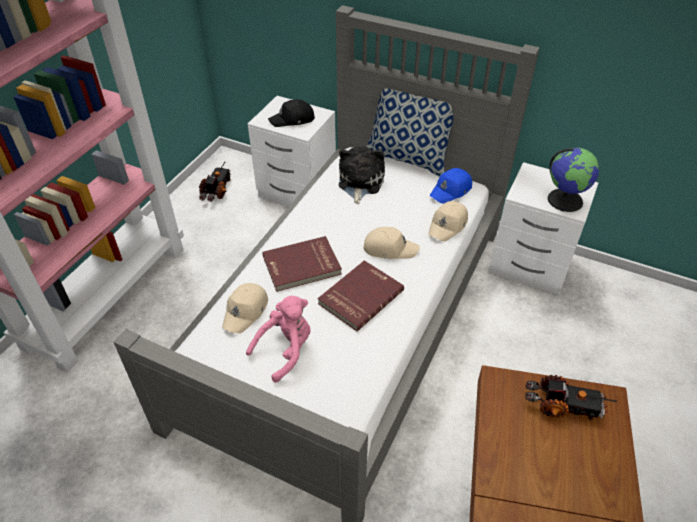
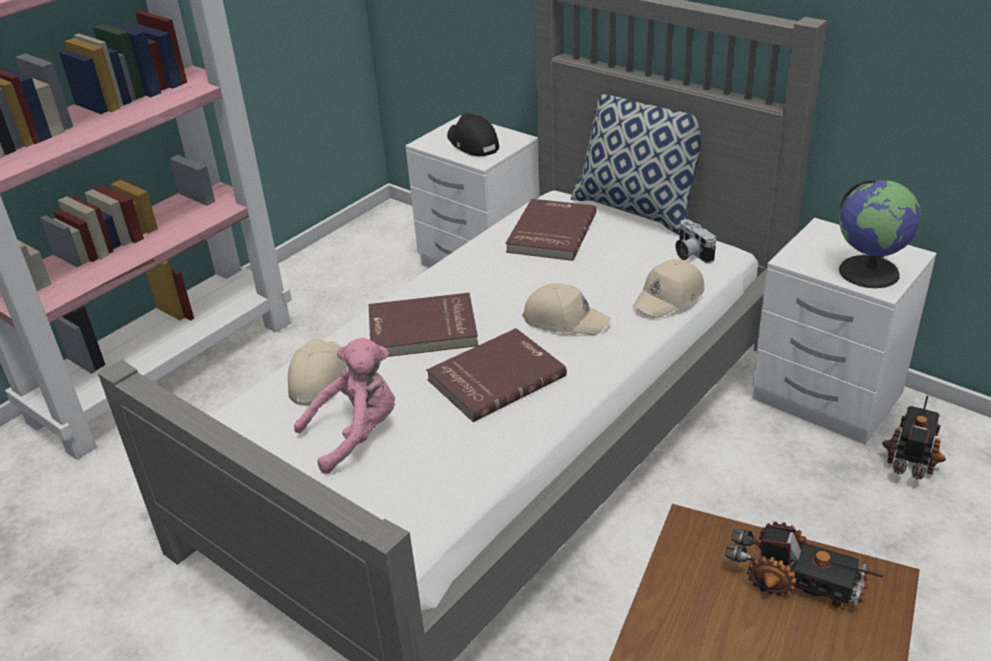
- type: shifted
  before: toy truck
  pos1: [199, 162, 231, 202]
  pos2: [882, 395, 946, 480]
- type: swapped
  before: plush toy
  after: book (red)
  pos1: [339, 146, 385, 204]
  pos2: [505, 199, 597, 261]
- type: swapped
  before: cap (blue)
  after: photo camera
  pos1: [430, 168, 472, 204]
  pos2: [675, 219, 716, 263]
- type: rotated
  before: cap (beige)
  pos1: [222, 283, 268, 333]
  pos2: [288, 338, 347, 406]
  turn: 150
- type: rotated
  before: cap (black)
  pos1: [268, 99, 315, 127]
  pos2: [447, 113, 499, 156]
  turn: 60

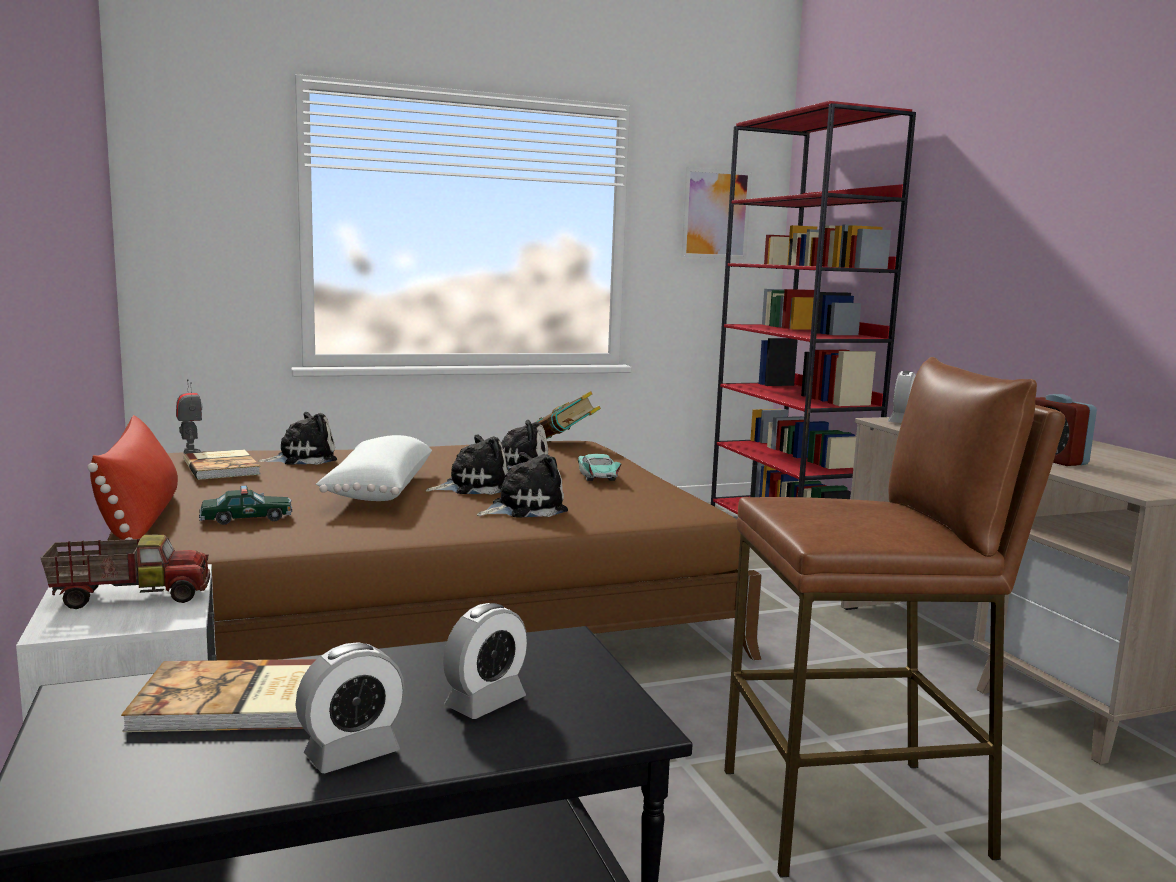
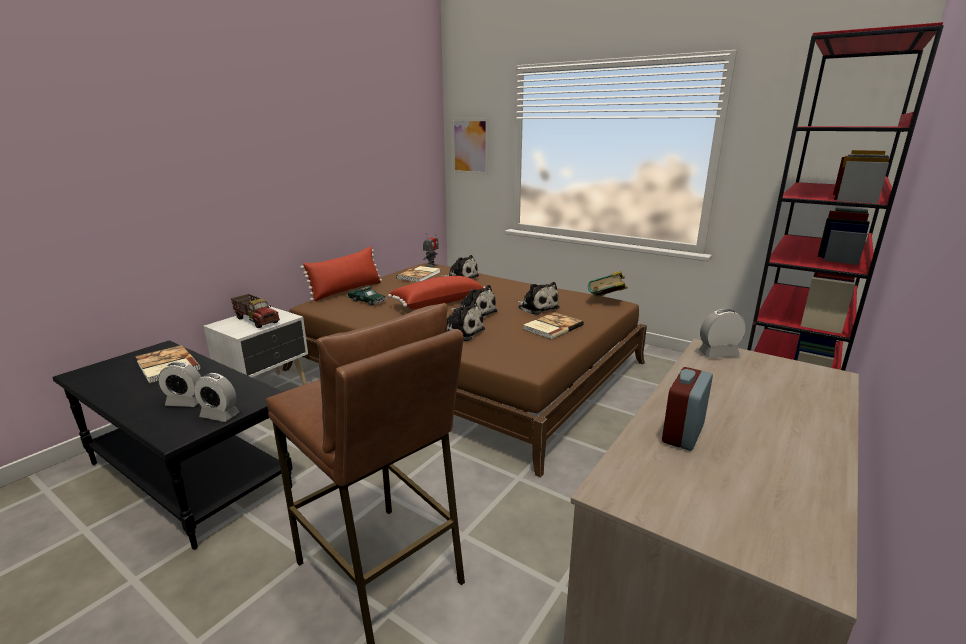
- type: shifted
  before: alarm clock
  pos1: [296, 642, 405, 773]
  pos2: [194, 373, 240, 422]
- type: shifted
  before: picture
  pos1: [681, 167, 752, 259]
  pos2: [452, 119, 489, 175]
- type: swapped
  before: toy car (turquoise)
  after: book
  pos1: [578, 454, 621, 481]
  pos2: [523, 312, 584, 340]
- type: repainted
  before: pillow (white)
  after: pillow (red)
  pos1: [316, 435, 432, 501]
  pos2: [388, 276, 485, 309]

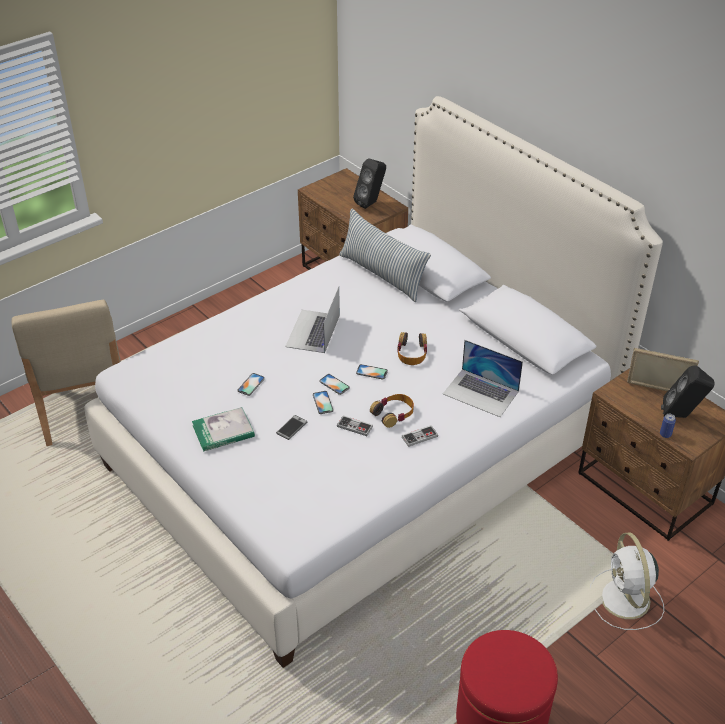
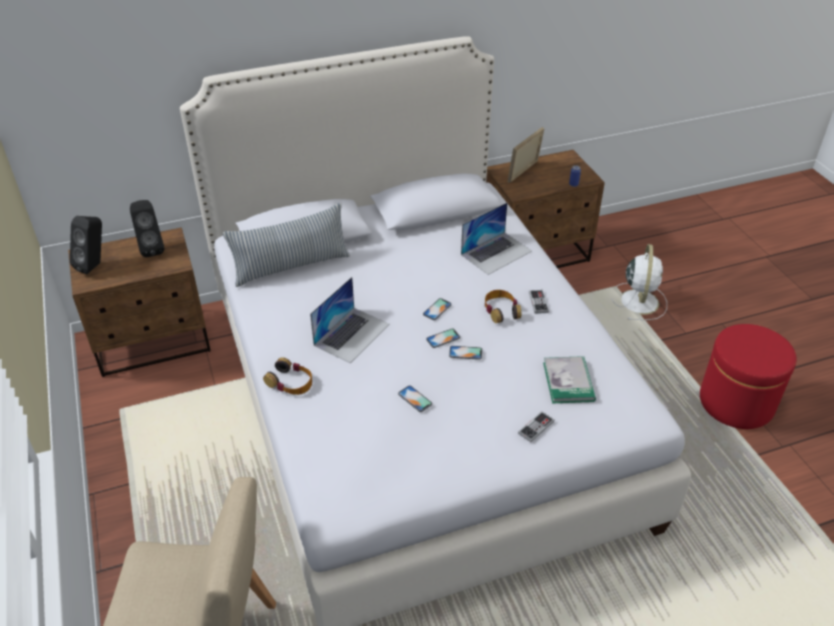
- type: gone
  before: phone
  pos1: [276, 415, 308, 440]
- type: shifted
  before: book
  pos1: [192, 407, 255, 452]
  pos2: [543, 356, 596, 403]
- type: shifted
  before: game controller
  pos1: [337, 415, 373, 436]
  pos2: [518, 411, 554, 442]
- type: shifted
  before: headphones
  pos1: [397, 332, 427, 365]
  pos2: [263, 357, 312, 395]
- type: shifted
  before: speaker (black)
  pos1: [661, 365, 714, 418]
  pos2: [70, 216, 102, 275]
- type: rotated
  before: laptop
  pos1: [285, 287, 340, 353]
  pos2: [310, 277, 390, 363]
  turn: -90
- type: rotated
  before: fan (white)
  pos1: [590, 532, 664, 630]
  pos2: [612, 244, 667, 320]
  turn: -90

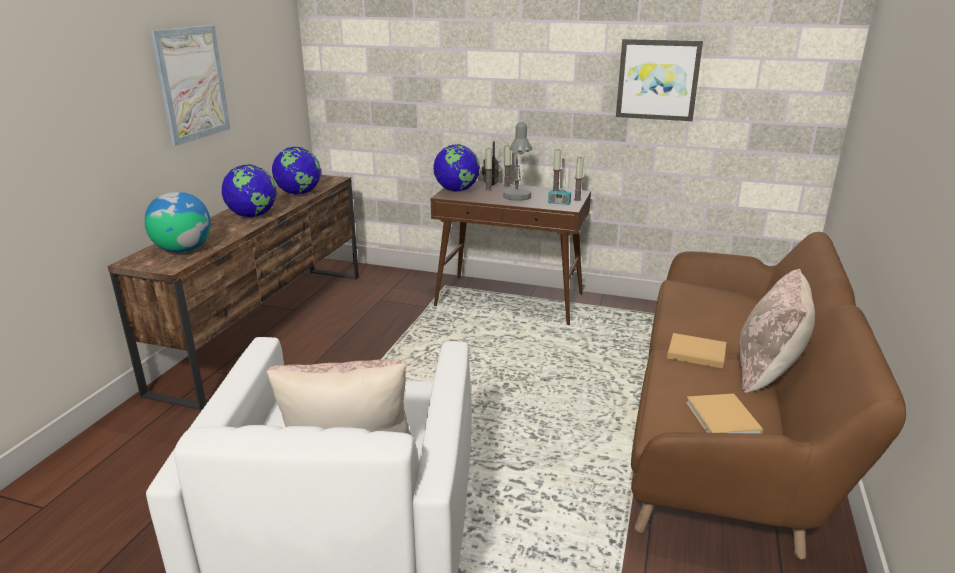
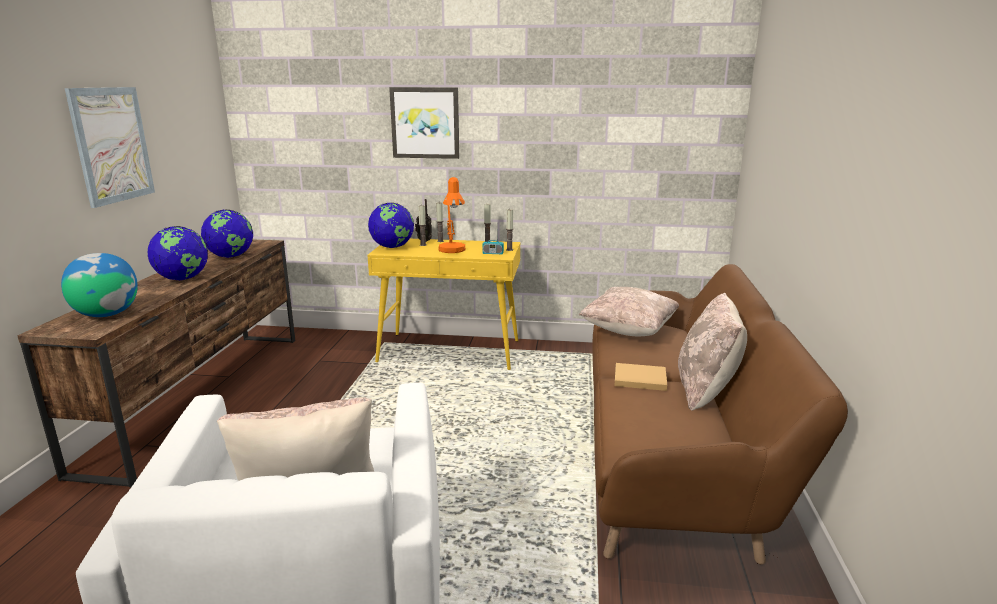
- type: gone
  before: book (beige)
  pos1: [686, 393, 763, 434]
- type: new
  after: pillow (beige)
  pos2: [579, 287, 679, 336]
- type: shifted
  before: picture
  pos1: [616, 39, 703, 121]
  pos2: [389, 87, 459, 159]
- type: repainted
  before: console table (brown)
  after: console table (yellow)
  pos1: [431, 181, 591, 325]
  pos2: [367, 239, 520, 370]
- type: repainted
  before: table lamp (grey)
  after: table lamp (orange)
  pos1: [503, 122, 532, 201]
  pos2: [439, 177, 466, 253]

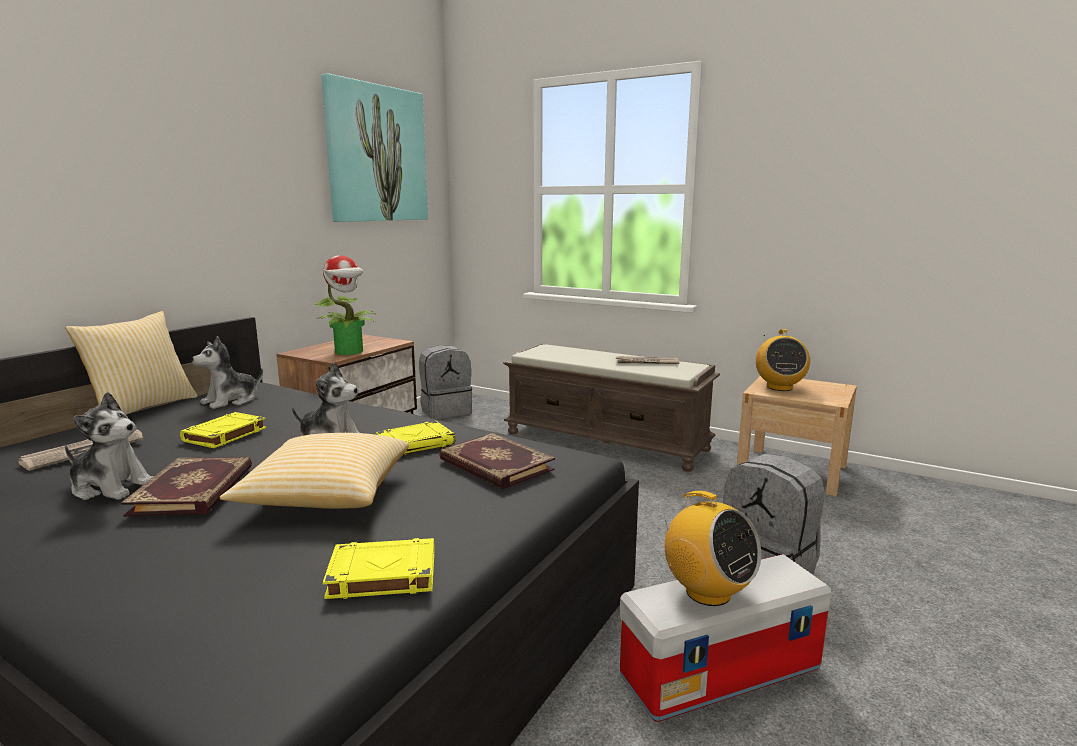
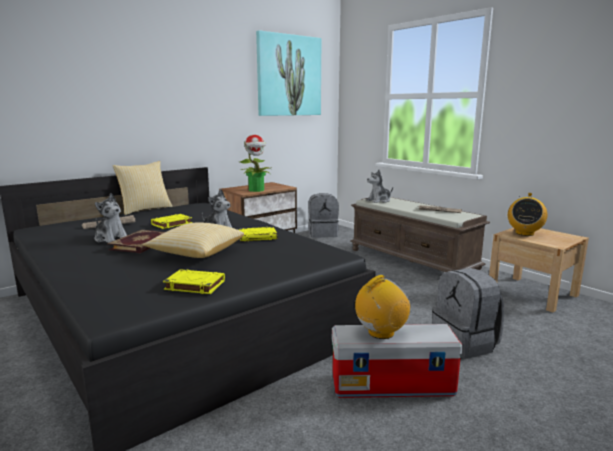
- type: gone
  before: book
  pos1: [439, 433, 555, 489]
- type: shifted
  before: plush toy
  pos1: [192, 336, 263, 409]
  pos2: [366, 170, 393, 203]
- type: rotated
  before: radio
  pos1: [659, 491, 761, 606]
  pos2: [355, 275, 411, 339]
  turn: -105

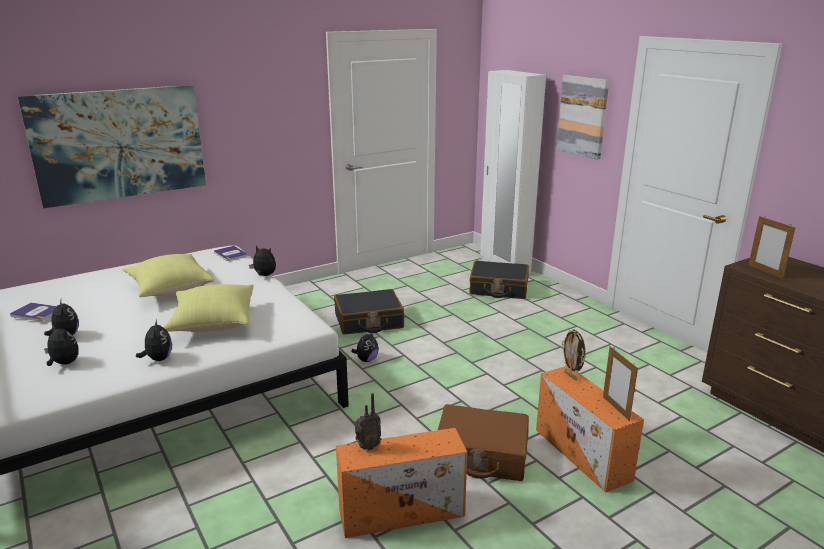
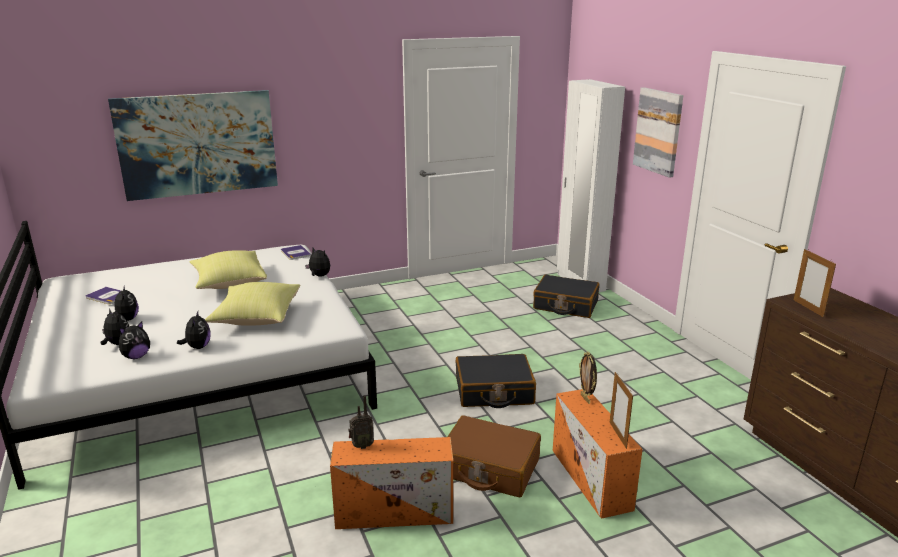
- type: shifted
  before: suitcase (black)
  pos1: [334, 289, 404, 335]
  pos2: [456, 354, 536, 408]
- type: shifted
  before: plush toy
  pos1: [351, 330, 379, 362]
  pos2: [119, 322, 150, 359]

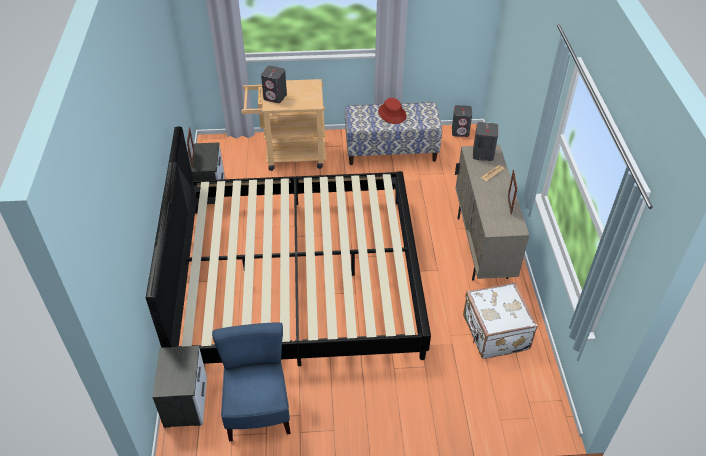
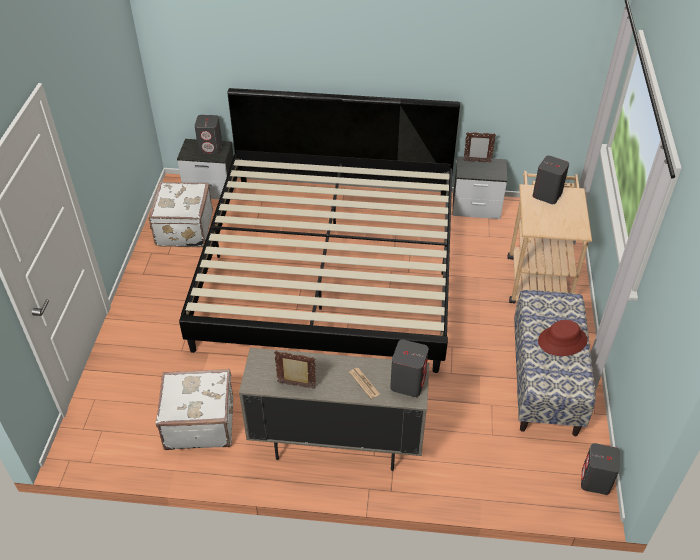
- type: new
  after: speaker (grey)
  pos2: [195, 115, 222, 155]
- type: swapped
  before: chair (blue)
  after: suitcase (white)
  pos1: [212, 323, 291, 441]
  pos2: [148, 182, 213, 247]

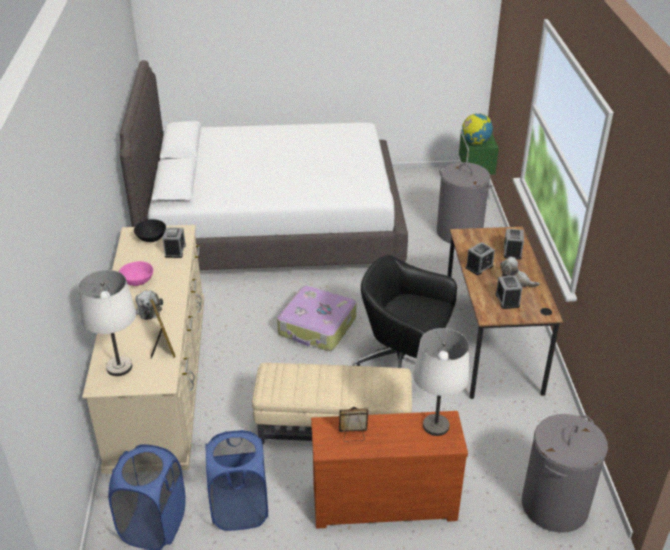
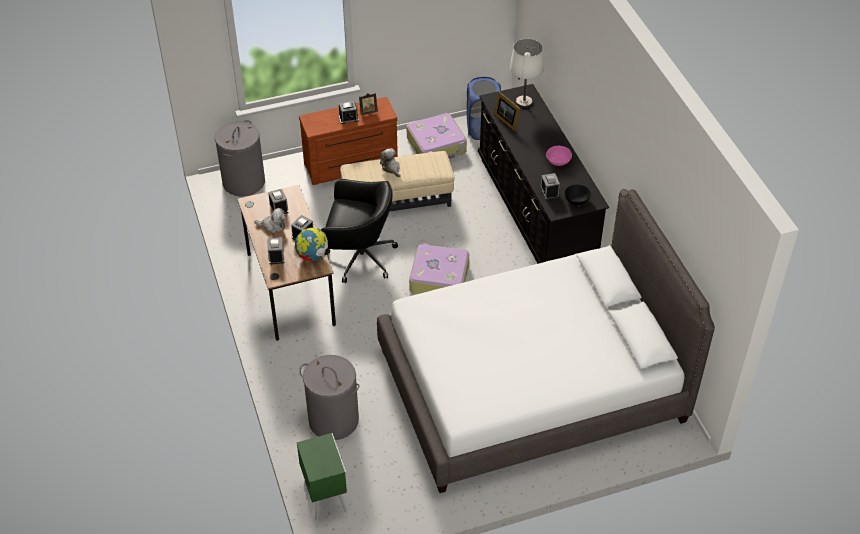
- type: gone
  before: table lamp (white)
  pos1: [413, 328, 469, 436]
- type: new
  after: alarm clock
  pos2: [339, 101, 359, 124]
- type: shifted
  before: plush toy
  pos1: [136, 290, 163, 320]
  pos2: [380, 148, 401, 177]
- type: shifted
  before: globe
  pos1: [462, 113, 493, 145]
  pos2: [295, 228, 328, 261]
- type: swapped
  before: laundry basket (blue)
  after: suitcase
  pos1: [206, 430, 268, 531]
  pos2: [407, 113, 467, 159]
- type: repainted
  before: dresser (beige)
  after: dresser (black)
  pos1: [82, 225, 204, 474]
  pos2: [478, 84, 609, 264]

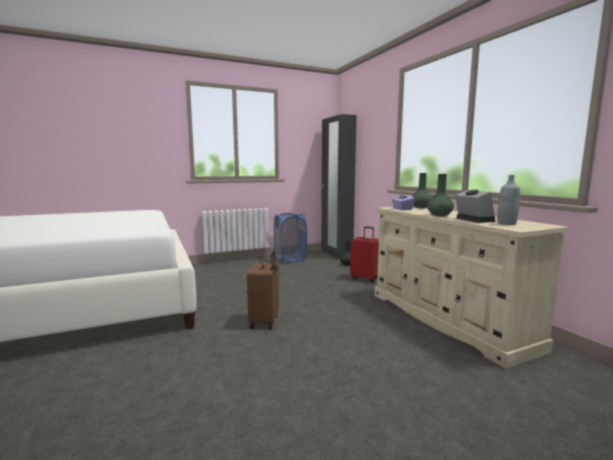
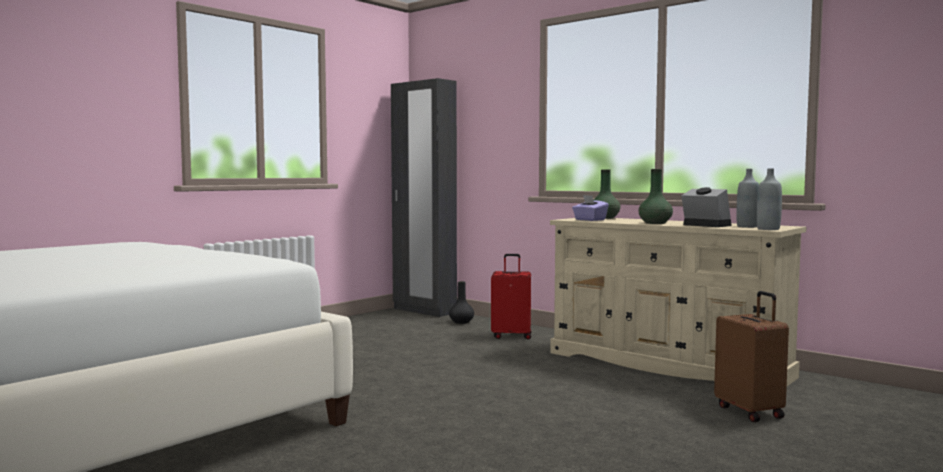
- type: gone
  before: laundry basket (blue)
  pos1: [274, 213, 307, 263]
- type: new
  after: bottle (grey)
  pos2: [757, 168, 782, 230]
- type: shifted
  before: suitcase (brown)
  pos1: [247, 251, 279, 330]
  pos2: [714, 291, 789, 422]

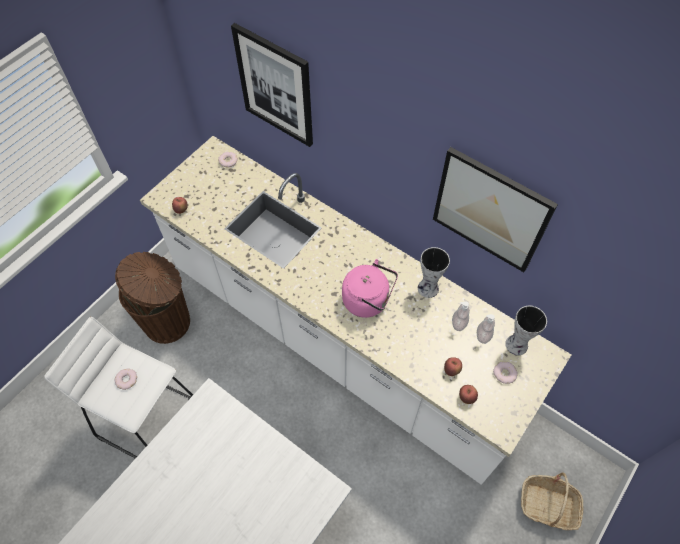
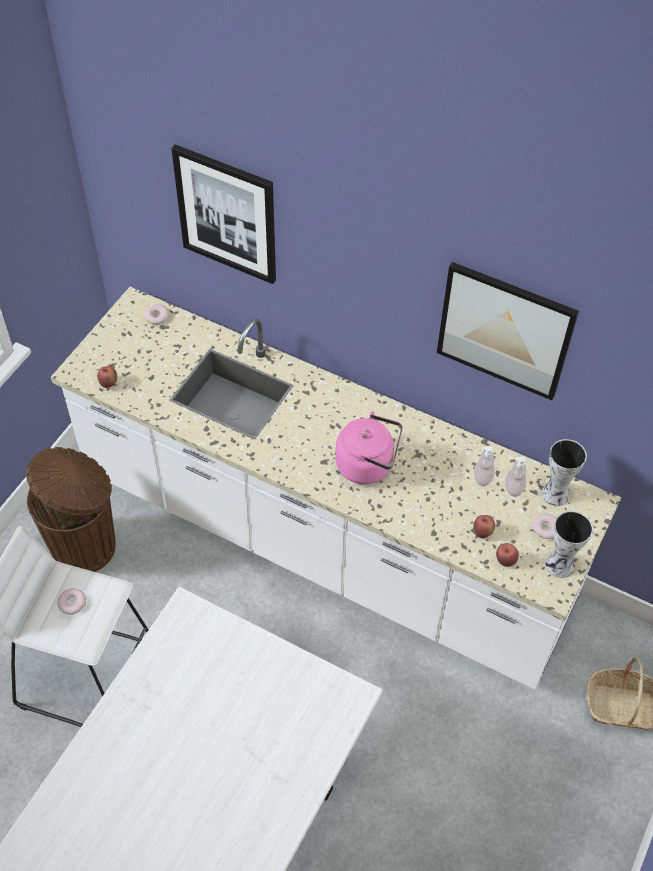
- type: shifted
  before: vase
  pos1: [418, 247, 450, 298]
  pos2: [545, 511, 593, 578]

